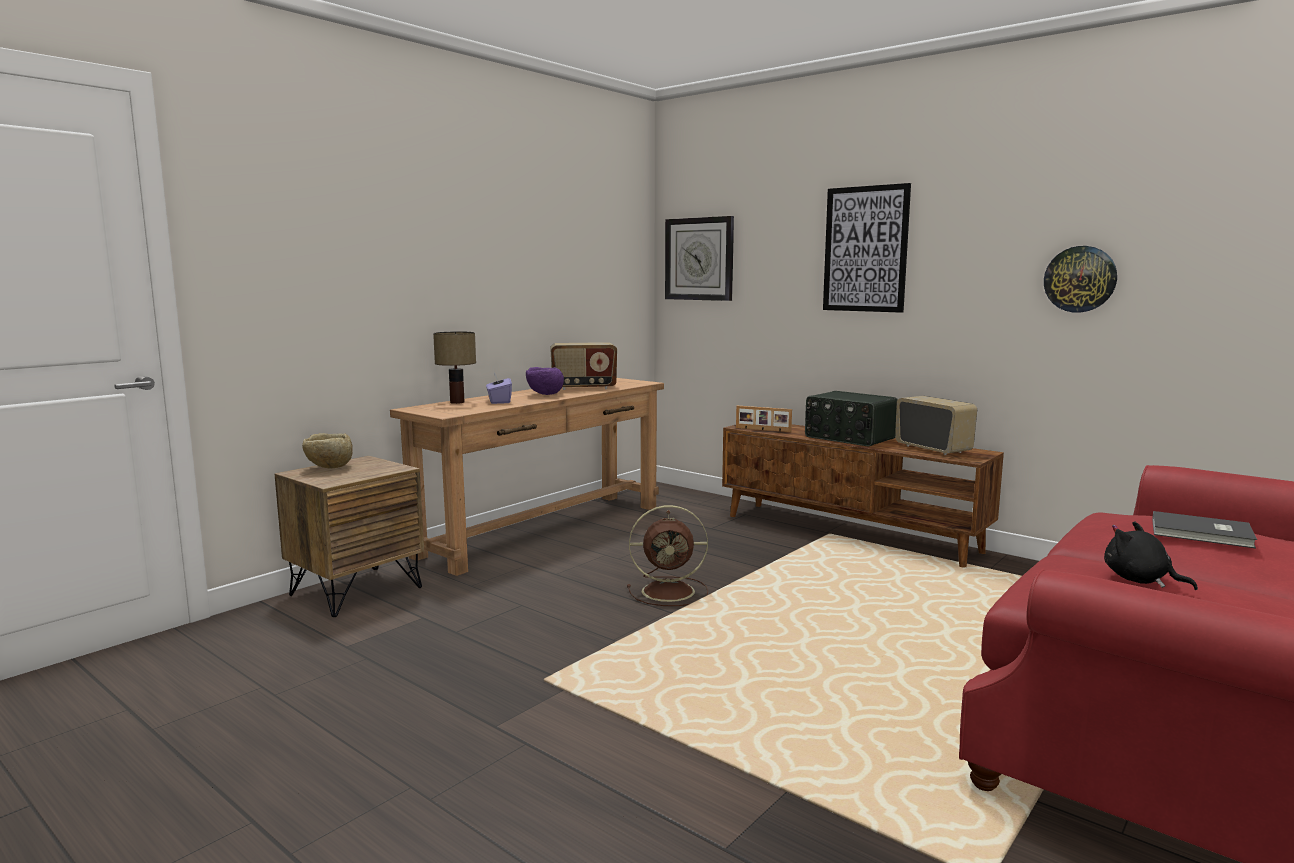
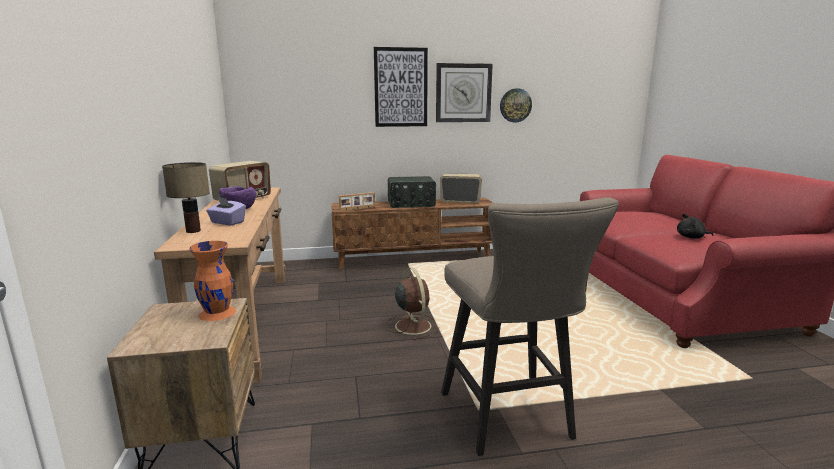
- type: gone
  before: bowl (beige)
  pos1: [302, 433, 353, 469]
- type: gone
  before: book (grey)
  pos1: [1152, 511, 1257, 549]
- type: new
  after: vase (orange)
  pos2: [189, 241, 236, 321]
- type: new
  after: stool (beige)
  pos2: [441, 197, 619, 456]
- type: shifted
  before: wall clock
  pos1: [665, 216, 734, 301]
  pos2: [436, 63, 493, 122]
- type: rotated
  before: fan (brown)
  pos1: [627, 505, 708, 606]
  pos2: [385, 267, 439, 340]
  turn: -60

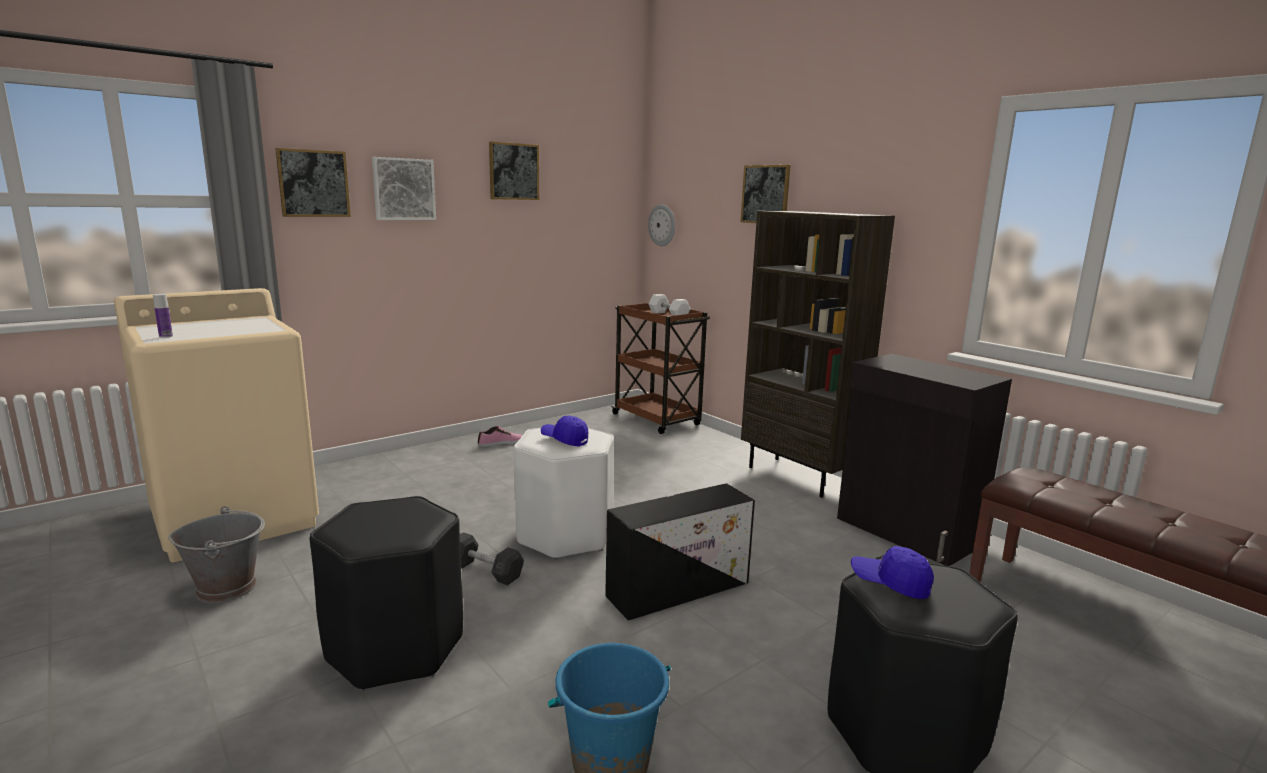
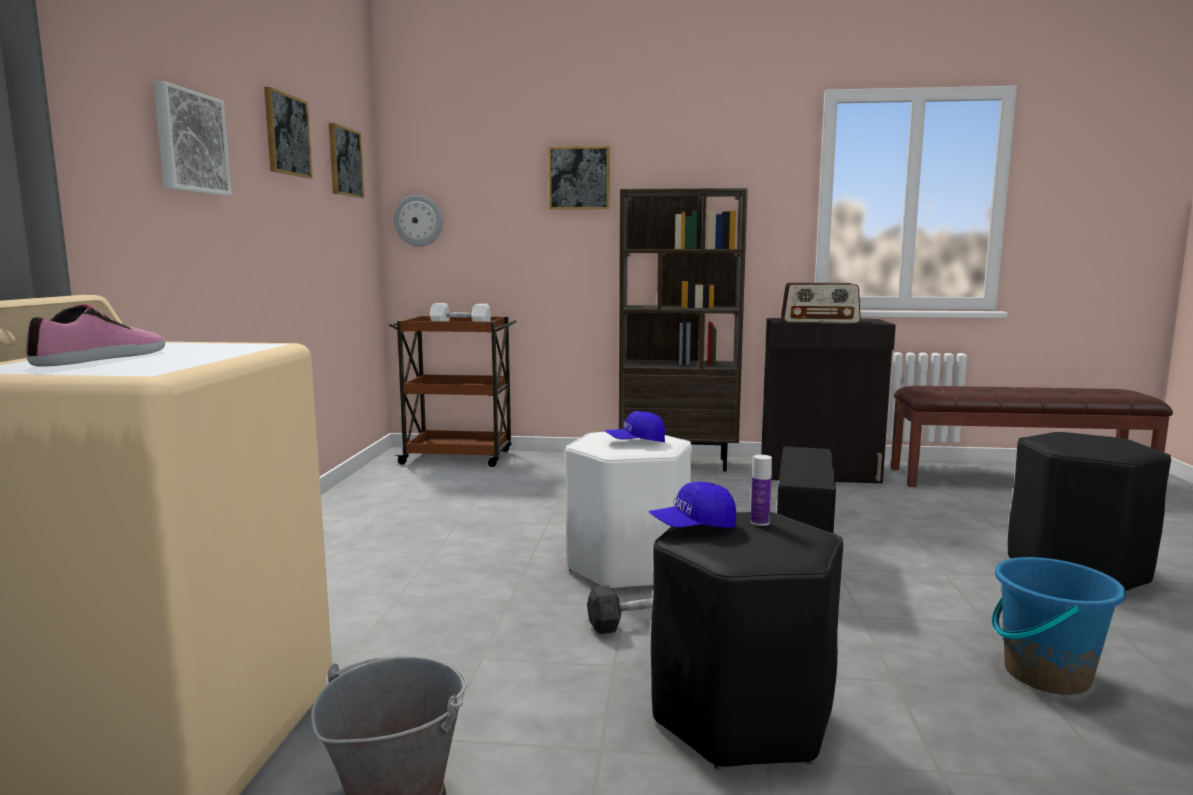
- type: new
  after: radio
  pos2: [781, 283, 861, 324]
- type: shifted
  before: bottle
  pos1: [153, 294, 173, 338]
  pos2: [750, 455, 772, 526]
- type: shifted
  before: picture
  pos1: [275, 148, 351, 217]
  pos2: [329, 123, 364, 198]
- type: shifted
  before: shoe
  pos1: [478, 426, 523, 447]
  pos2: [26, 304, 165, 367]
- type: shifted
  before: cap (blue)
  pos1: [851, 546, 934, 599]
  pos2: [649, 482, 736, 528]

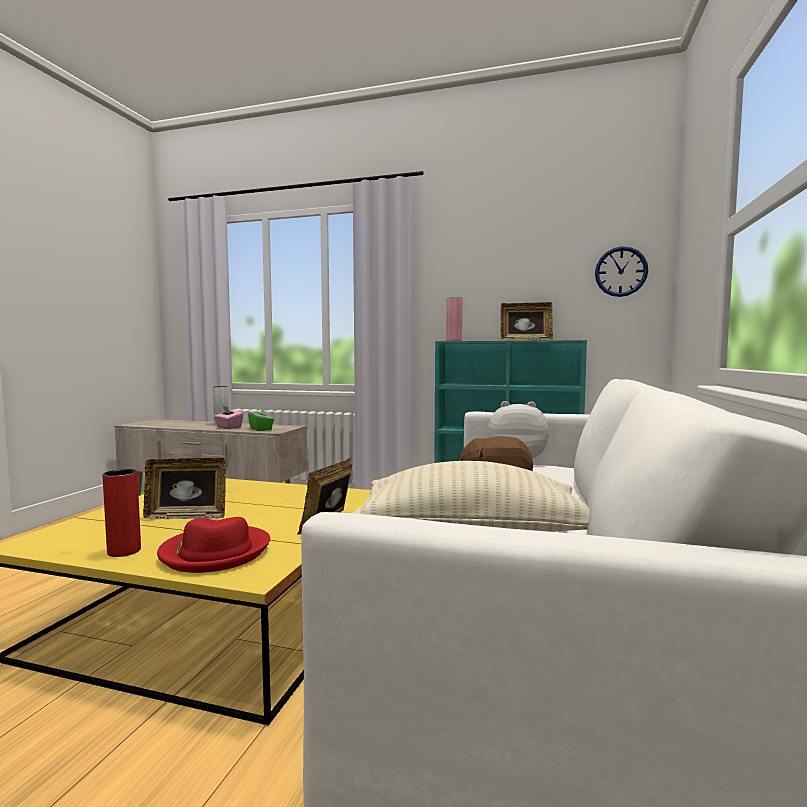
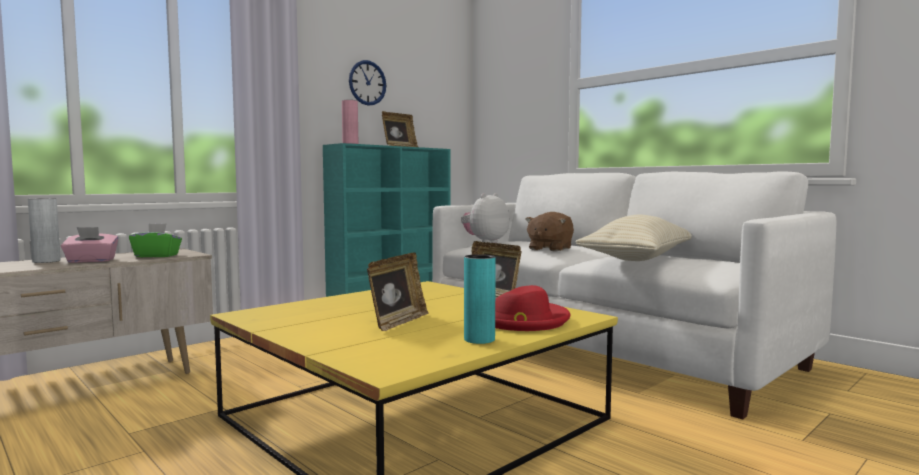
- type: shifted
  before: wall clock
  pos1: [595, 246, 648, 297]
  pos2: [349, 60, 386, 106]
- type: repainted
  before: vase (red)
  after: vase (turquoise)
  pos1: [103, 469, 141, 557]
  pos2: [464, 254, 496, 344]

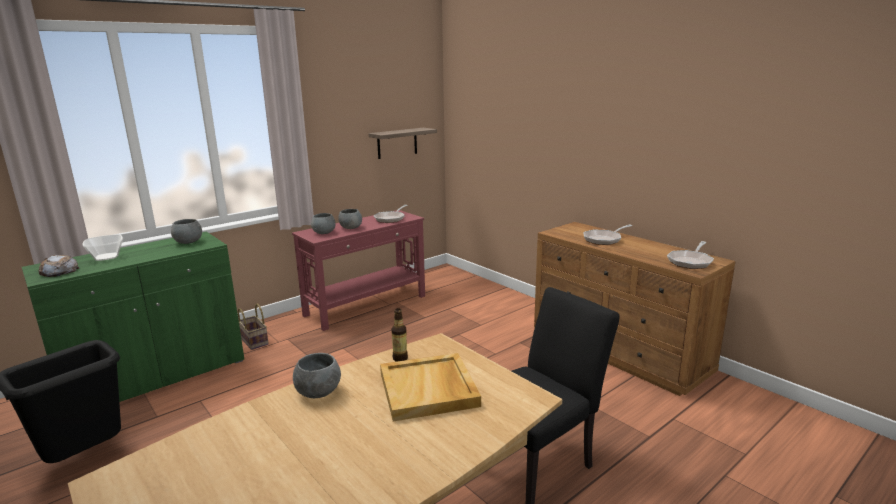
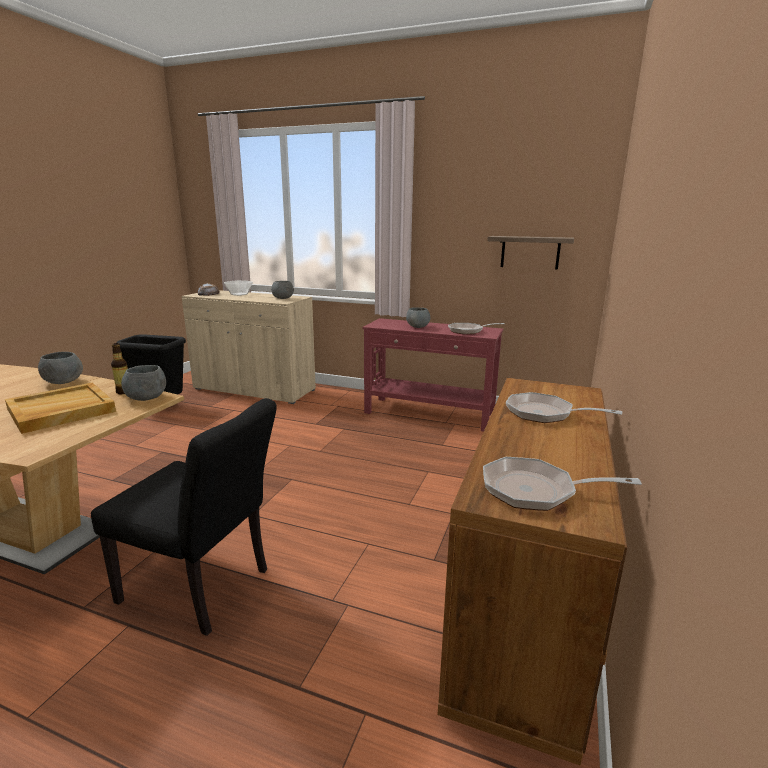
- type: gone
  before: basket
  pos1: [238, 303, 269, 350]
- type: shifted
  before: bowl (grey)
  pos1: [311, 213, 336, 234]
  pos2: [121, 365, 166, 401]
- type: repainted
  before: cabinet (green)
  after: cabinet (beige)
  pos1: [22, 232, 244, 402]
  pos2: [181, 290, 316, 404]

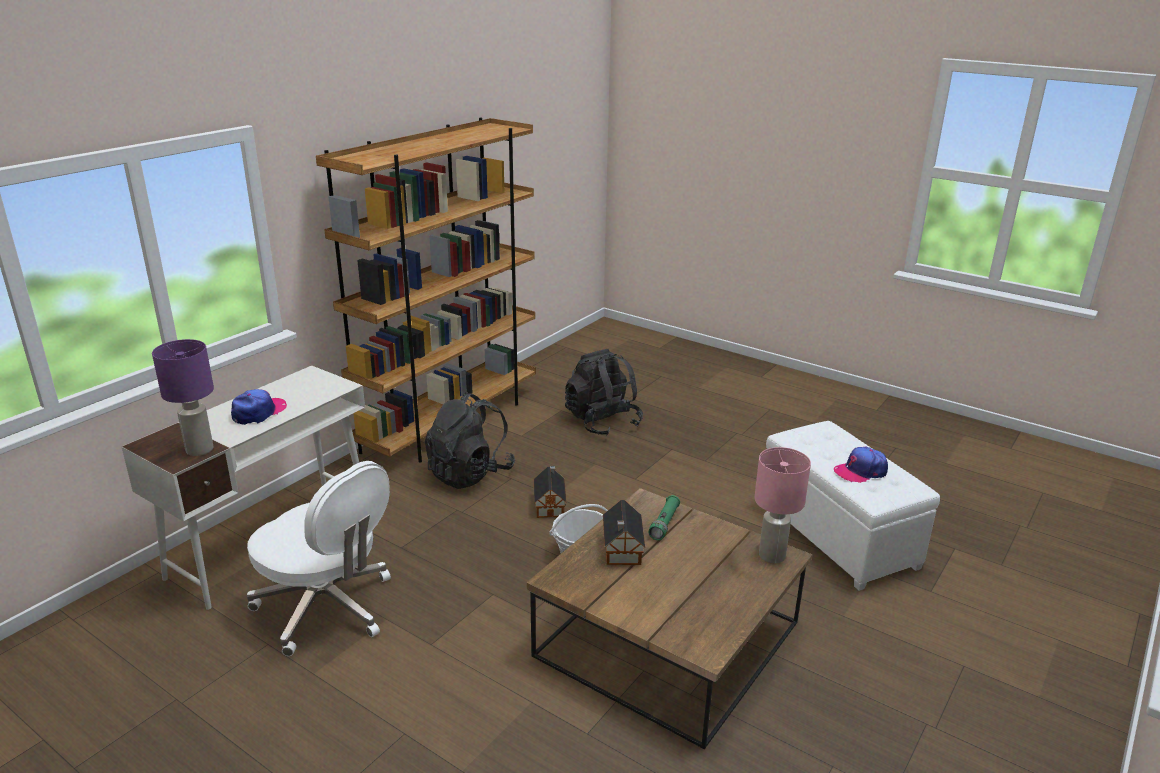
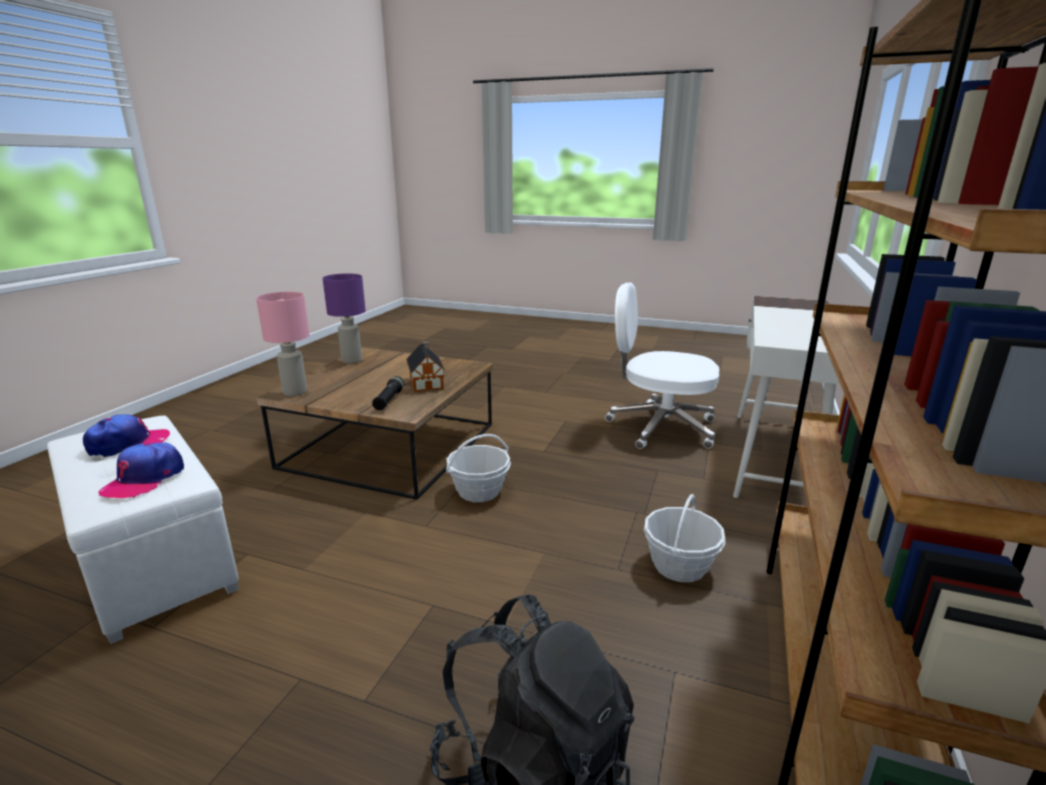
- type: gone
  before: toy house
  pos1: [534, 466, 567, 518]
- type: shifted
  before: table lamp (purple)
  pos1: [152, 339, 214, 456]
  pos2: [323, 274, 366, 364]
- type: shifted
  before: cap
  pos1: [231, 389, 287, 425]
  pos2: [99, 442, 184, 498]
- type: swapped
  before: backpack (black)
  after: basket
  pos1: [425, 392, 515, 489]
  pos2: [644, 494, 725, 582]
- type: repainted
  before: flashlight (green)
  after: flashlight (black)
  pos1: [649, 495, 680, 540]
  pos2: [372, 376, 404, 410]

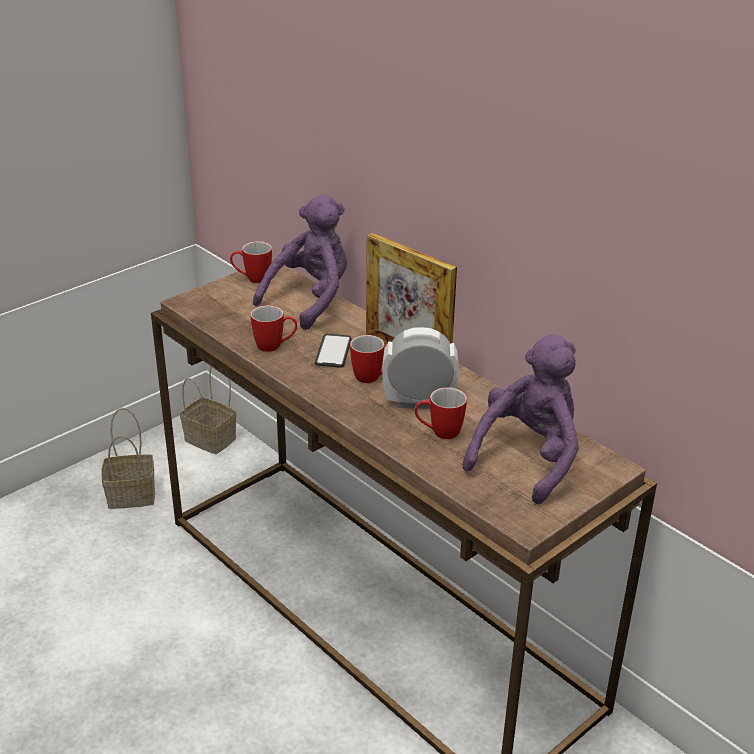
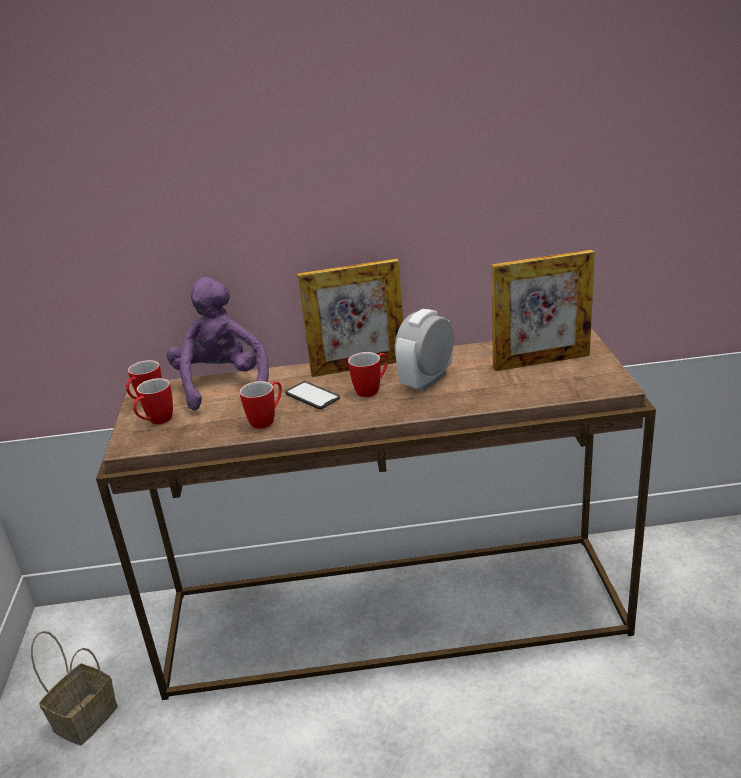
- type: gone
  before: basket
  pos1: [180, 366, 236, 454]
- type: shifted
  before: mug
  pos1: [414, 387, 467, 439]
  pos2: [133, 378, 173, 424]
- type: swapped
  before: plush toy (purple)
  after: picture frame
  pos1: [463, 334, 579, 504]
  pos2: [492, 250, 595, 371]

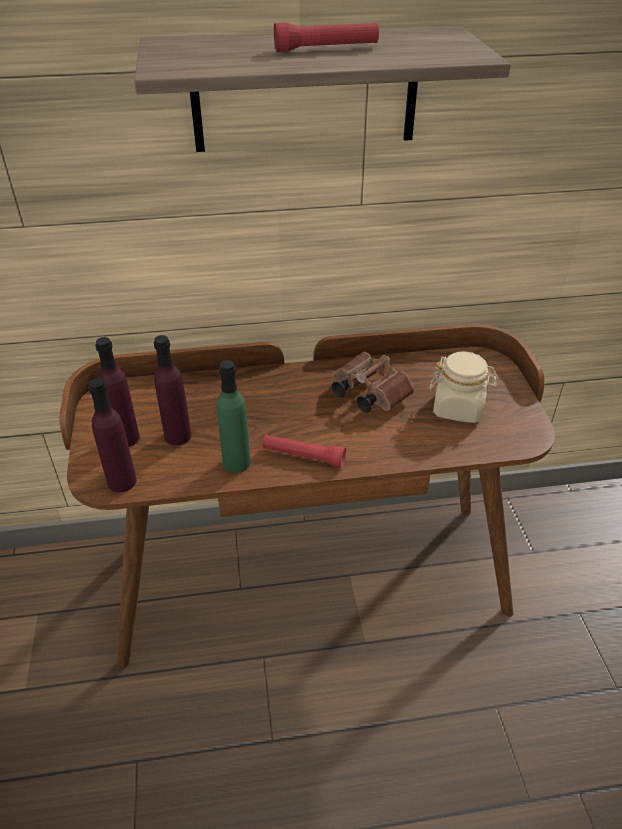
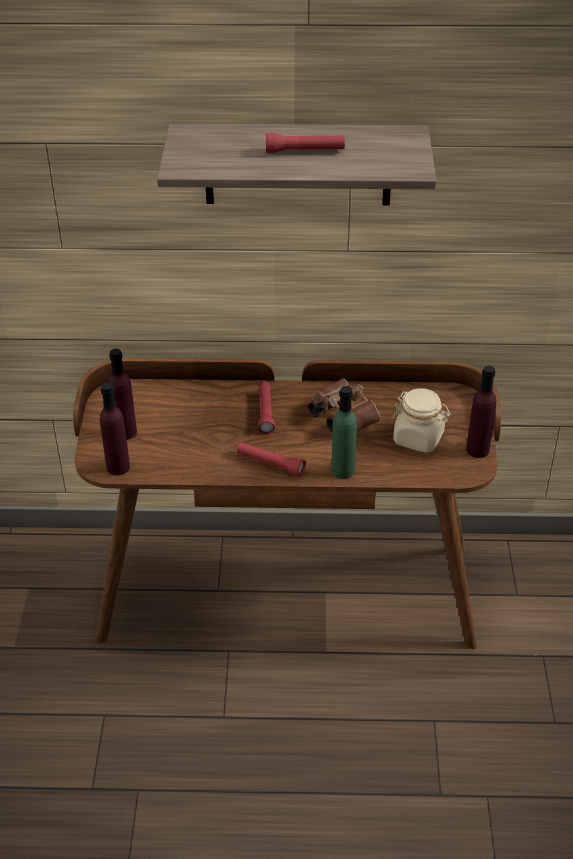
- type: new
  after: flashlight (red)
  pos2: [258, 381, 275, 435]
- type: shifted
  before: bottle (purple)
  pos1: [154, 335, 191, 446]
  pos2: [466, 366, 496, 458]
- type: shifted
  before: bottle (green)
  pos1: [217, 360, 251, 473]
  pos2: [331, 386, 357, 479]

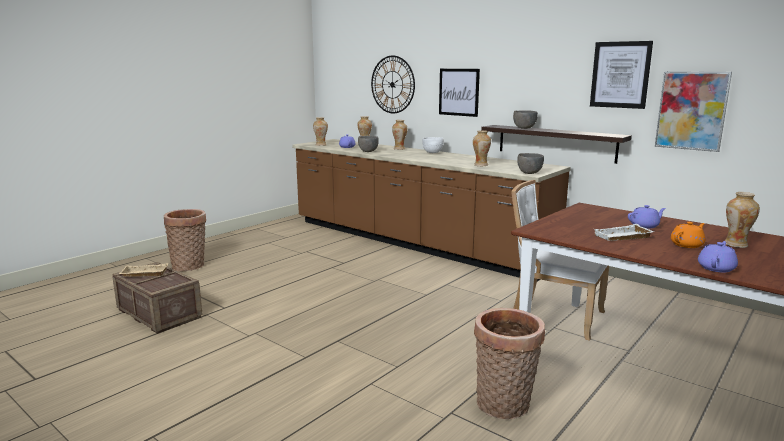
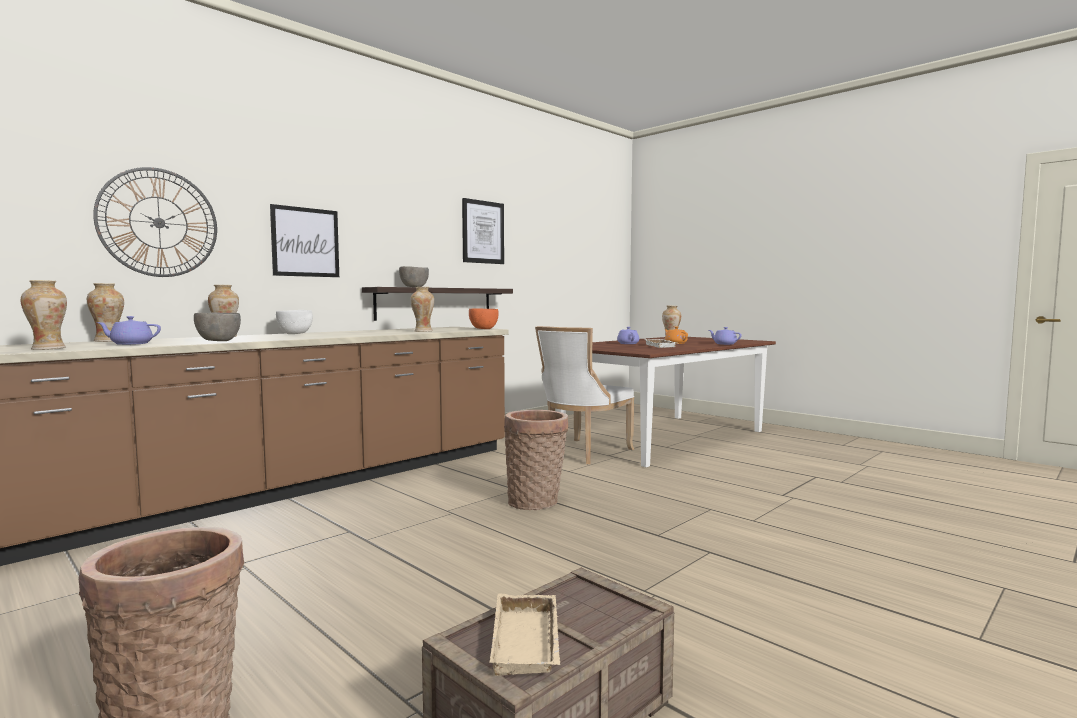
- type: gone
  before: picture
  pos1: [655, 71, 732, 152]
- type: shifted
  before: basket
  pos1: [474, 308, 545, 419]
  pos2: [504, 410, 569, 510]
- type: repainted
  before: bowl (grey)
  after: bowl (orange)
  pos1: [517, 153, 544, 174]
  pos2: [469, 308, 499, 329]

